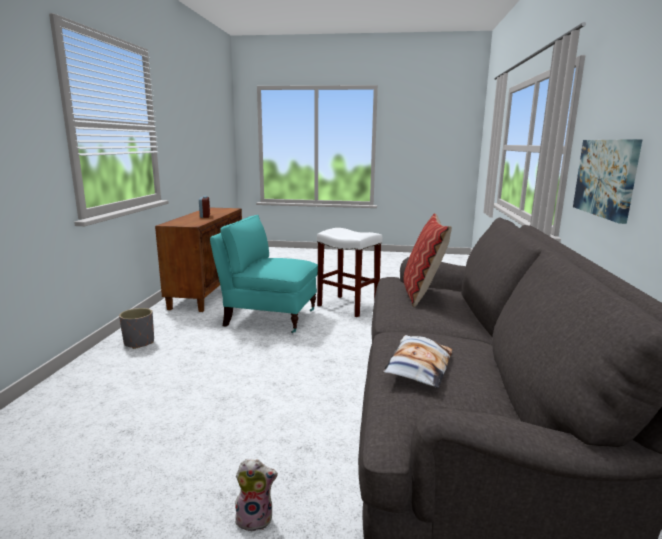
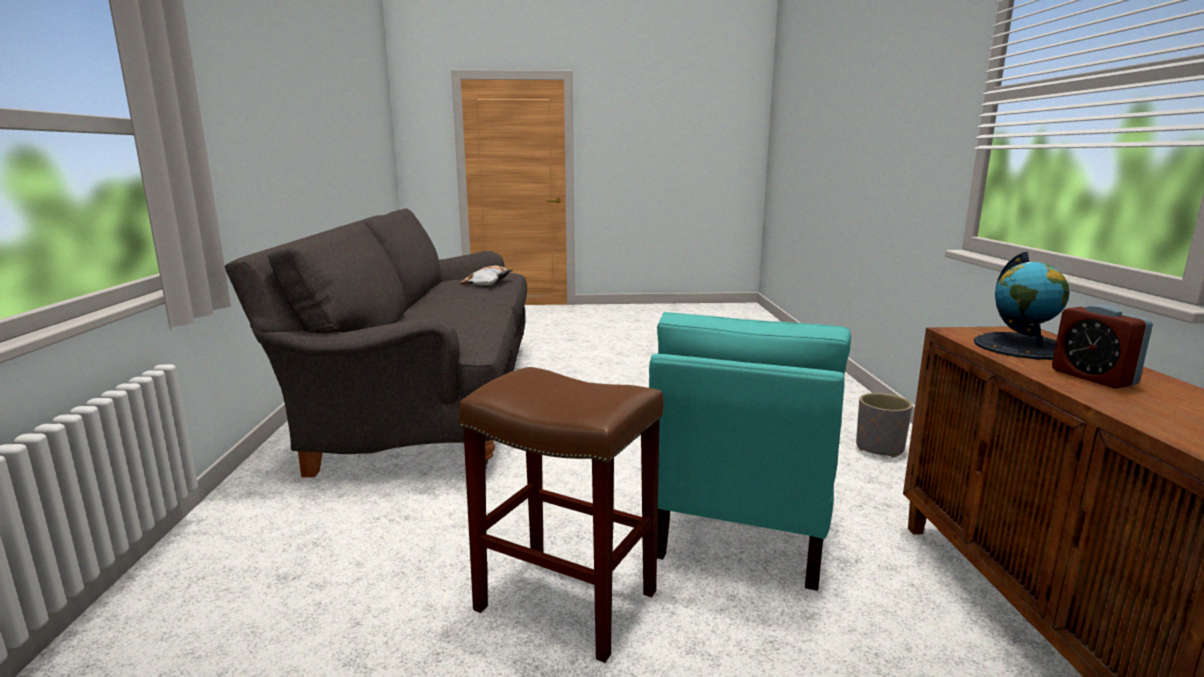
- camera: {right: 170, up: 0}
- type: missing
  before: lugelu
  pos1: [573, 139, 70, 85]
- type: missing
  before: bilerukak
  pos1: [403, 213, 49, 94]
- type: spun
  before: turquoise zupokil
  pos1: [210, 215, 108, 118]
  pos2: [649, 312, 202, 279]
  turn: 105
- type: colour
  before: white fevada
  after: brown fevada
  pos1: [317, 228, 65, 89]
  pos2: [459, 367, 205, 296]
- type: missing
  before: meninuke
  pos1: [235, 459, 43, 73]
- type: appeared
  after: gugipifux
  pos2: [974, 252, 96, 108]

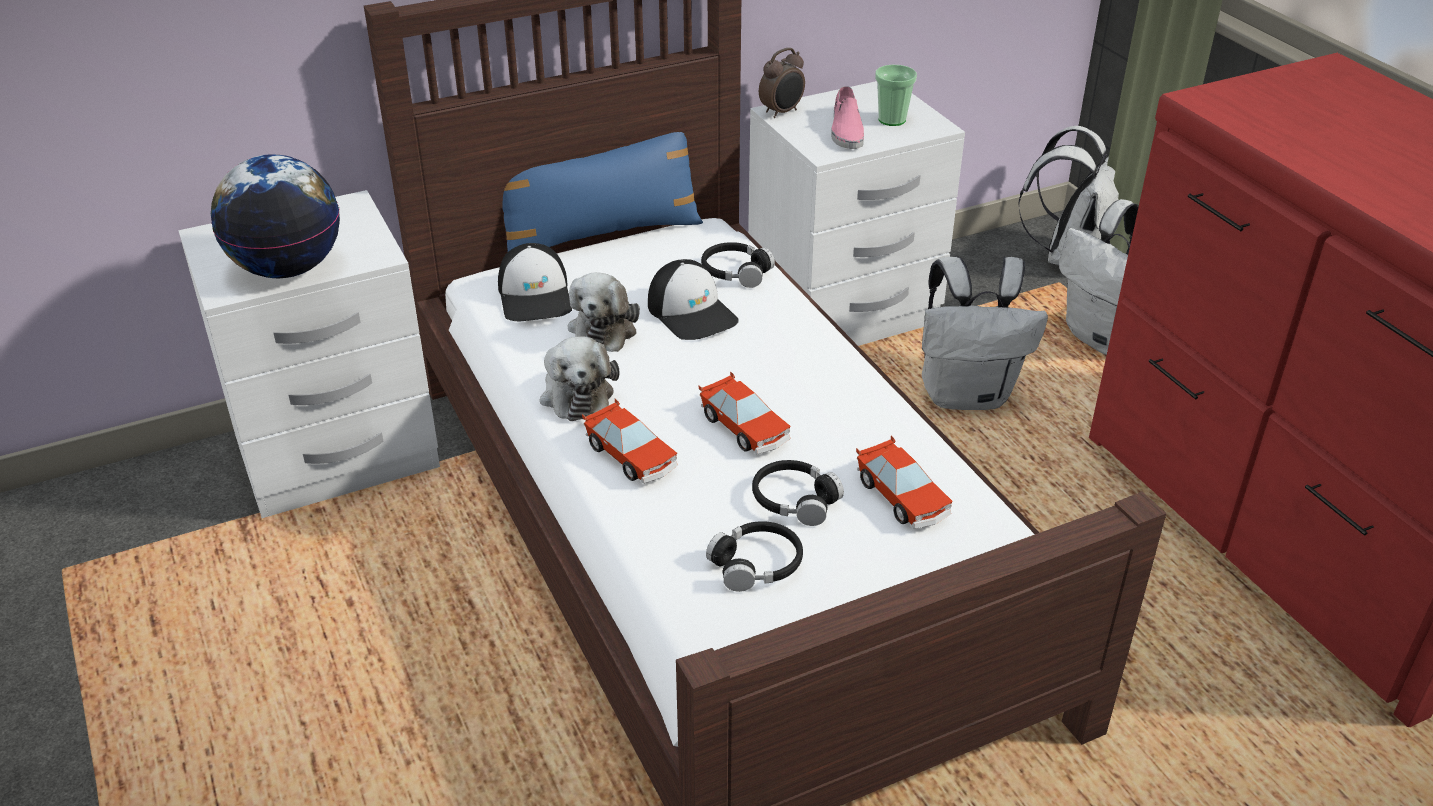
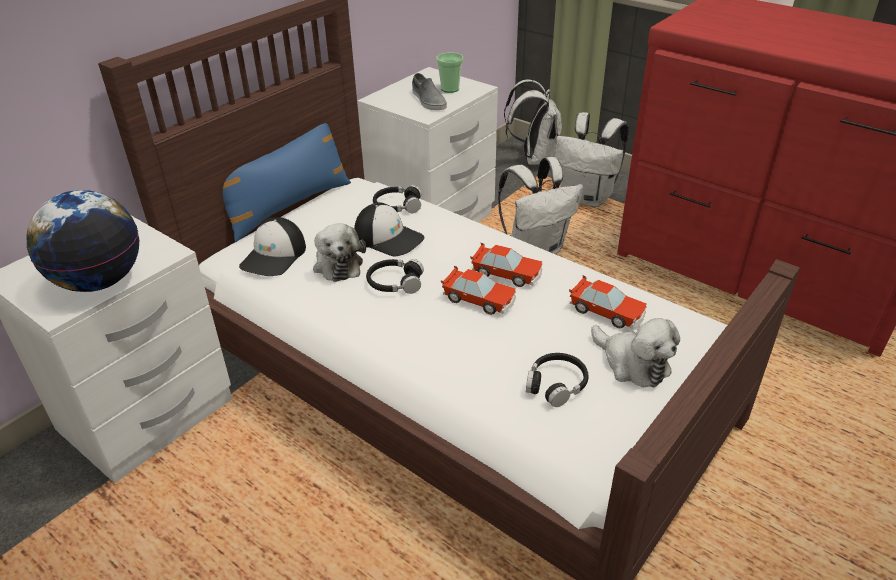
- camera: {right: -25, up: 0}
- type: missing
  before: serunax
  pos1: [759, 48, 46, 70]
- type: colour
  before: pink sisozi
  after: grey sisozi
  pos1: [831, 86, 33, 63]
  pos2: [412, 73, 35, 37]
- type: spun
  before: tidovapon
  pos1: [498, 243, 74, 78]
  pos2: [239, 217, 67, 59]
  turn: 60
- type: relocated
  before: meninuke
  pos1: [540, 336, 79, 85]
  pos2: [591, 318, 89, 69]
- type: relocated
  before: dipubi
  pos1: [582, 399, 96, 85]
  pos2: [470, 242, 72, 45]
- type: relocated
  before: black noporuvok
  pos1: [752, 460, 92, 66]
  pos2: [366, 259, 58, 35]

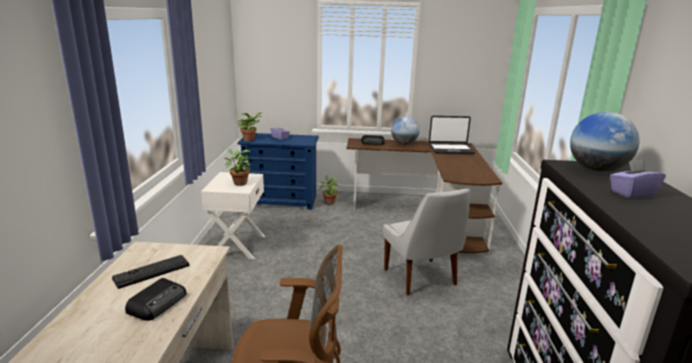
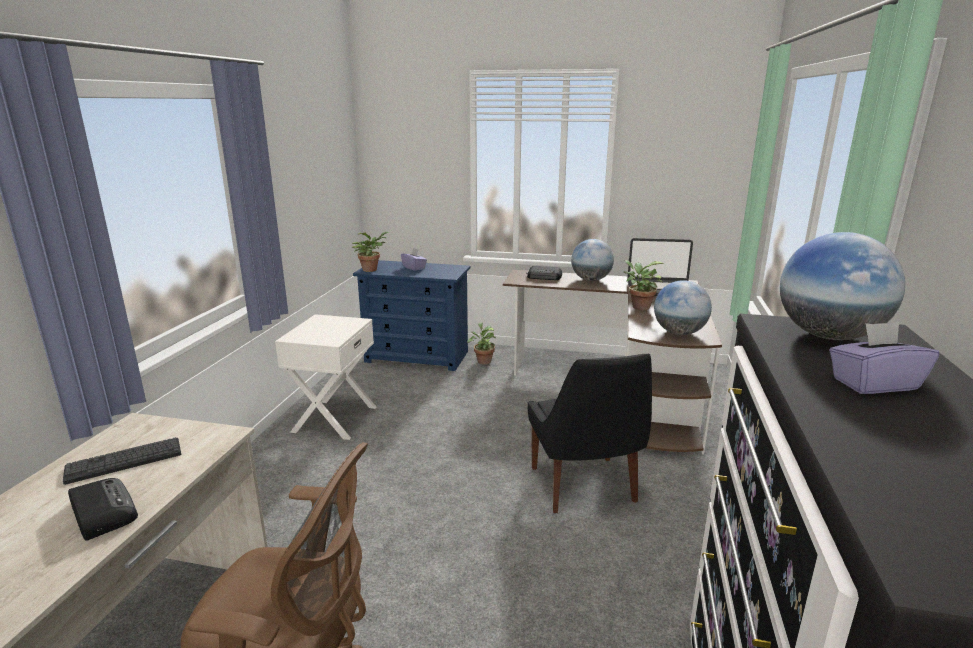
- camera: {right: 10, up: 0}
- type: relocated
  before: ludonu
  pos1: [224, 149, 27, 37]
  pos2: [624, 260, 40, 50]
- type: colour
  before: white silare
  after: black silare
  pos1: [383, 188, 87, 107]
  pos2: [527, 353, 125, 160]
- type: spun
  before: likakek
  pos1: [125, 278, 62, 43]
  pos2: [68, 478, 70, 63]
  turn: -75
- type: appeared
  after: gugipifux
  pos2: [654, 280, 58, 55]

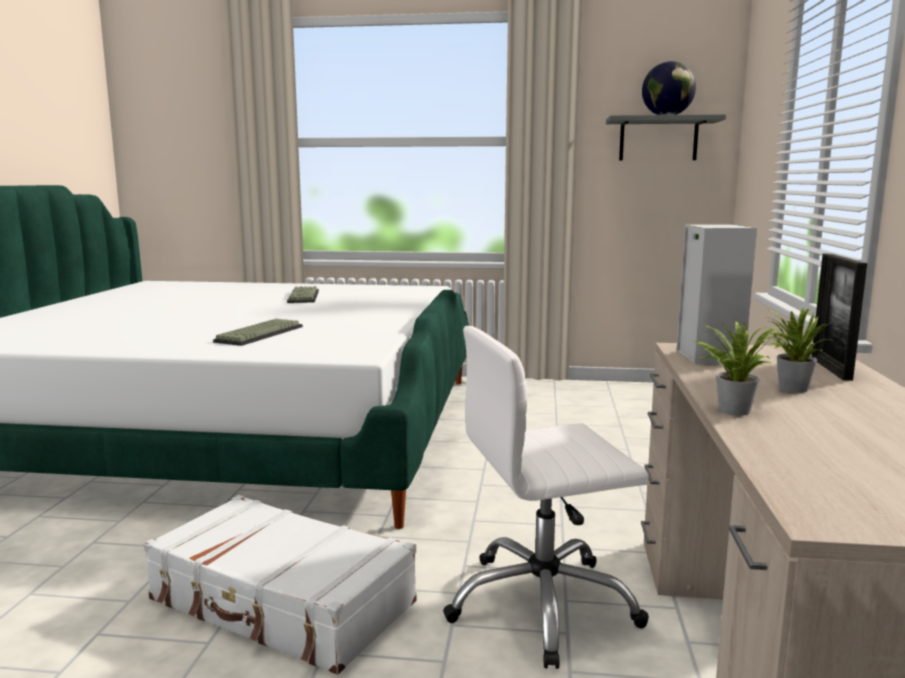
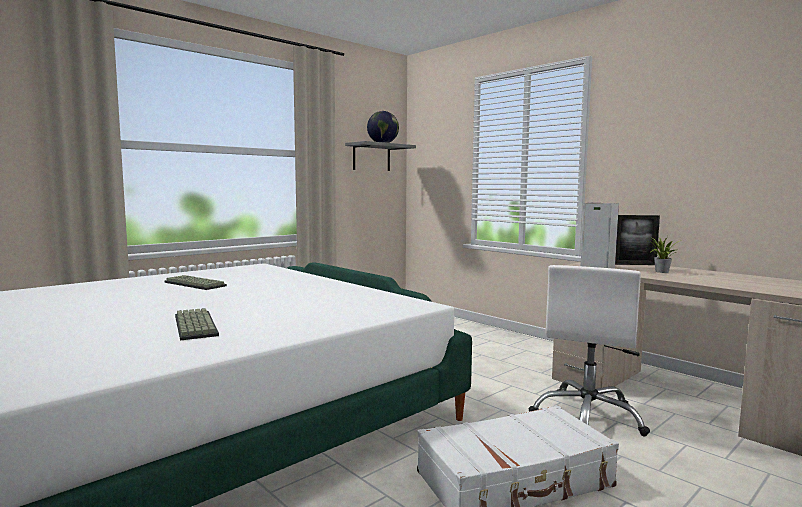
- camera: {right: -50, up: -5}
- type: spun
  before: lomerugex
  pos1: [811, 254, 56, 127]
  pos2: [615, 215, 45, 50]
  turn: -45
- type: relocated
  before: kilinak
  pos1: [213, 319, 90, 27]
  pos2: [175, 308, 44, 32]
- type: missing
  before: ludonu
  pos1: [694, 321, 87, 95]

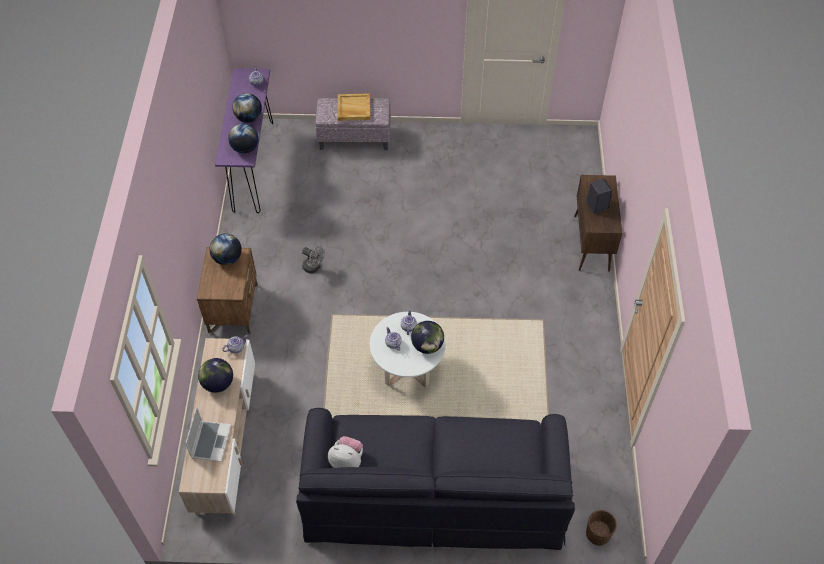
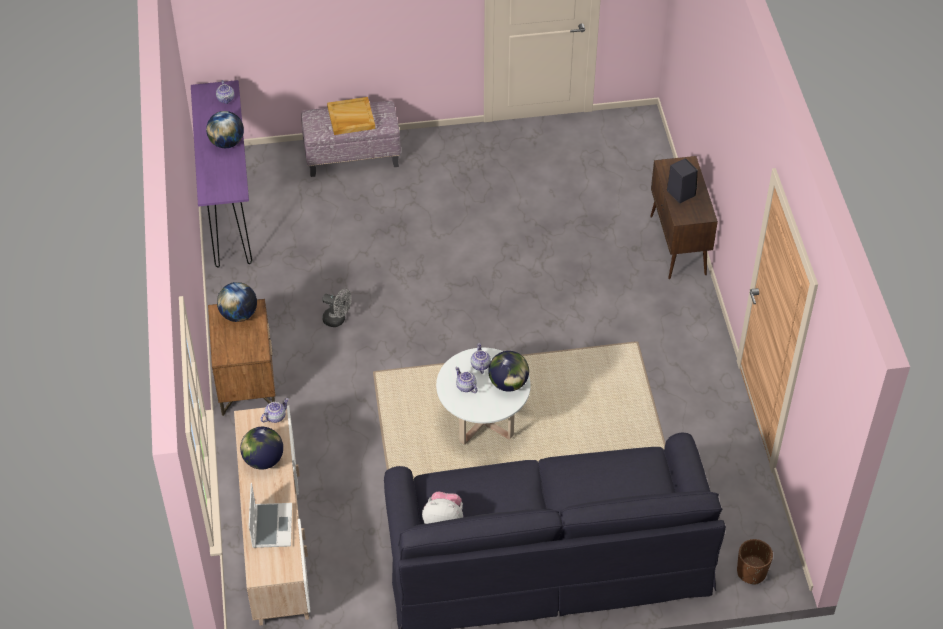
- camera: {right: -10, up: -5}
- type: missing
  before: gugipifux
  pos1: [228, 123, 31, 31]

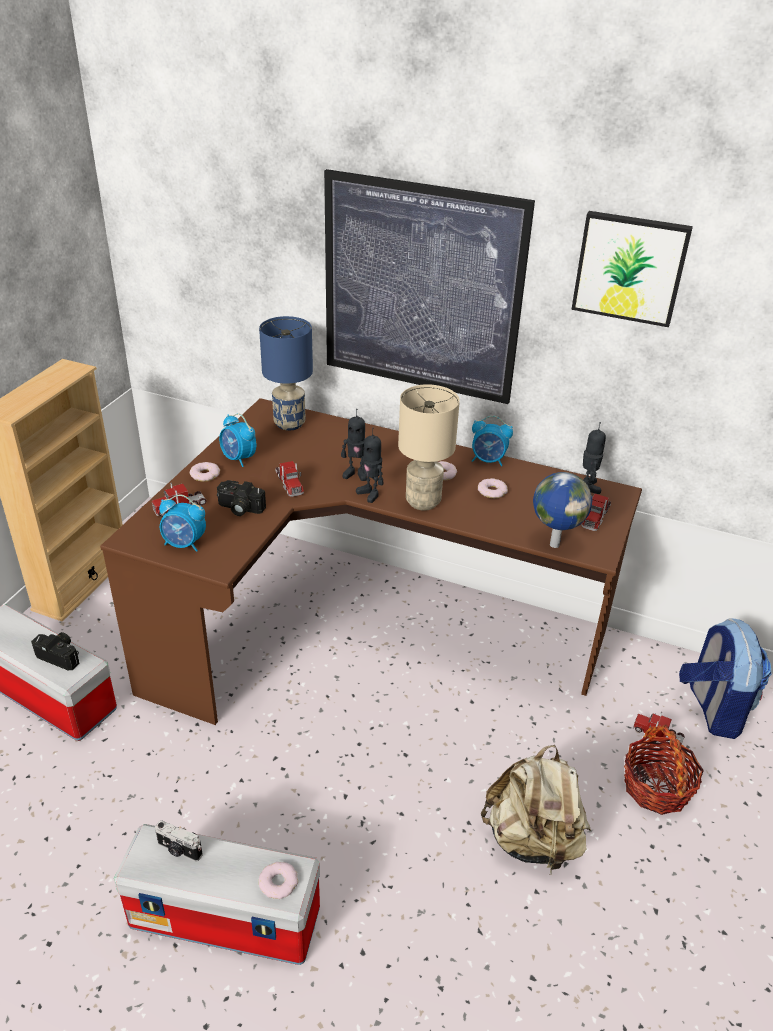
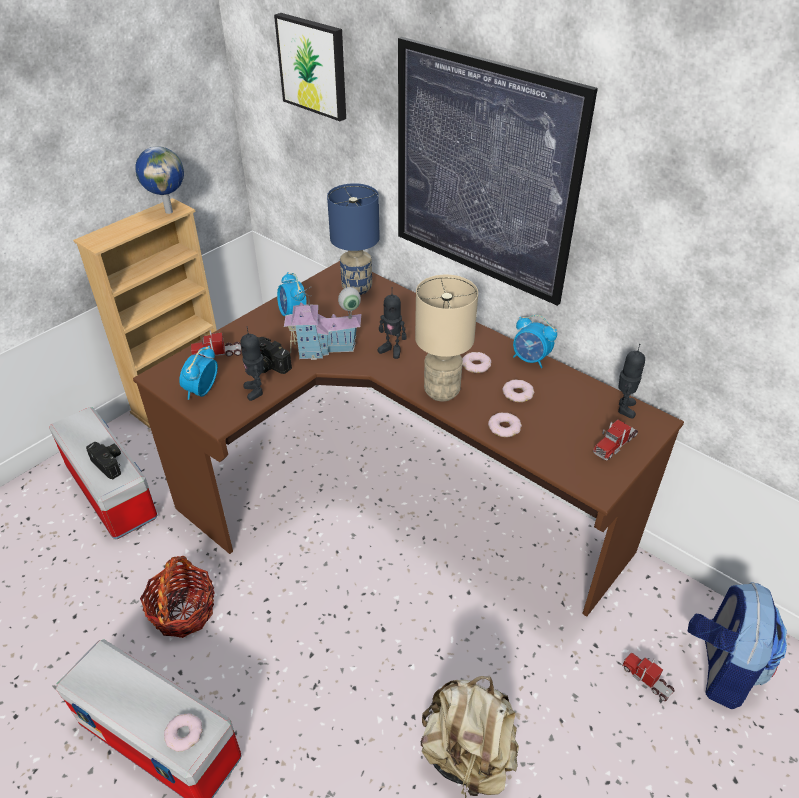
- camera: {right: 20, up: 5}
- type: relocated
  before: lugelu
  pos1: [571, 211, 122, 116]
  pos2: [274, 13, 72, 108]
- type: relocated
  before: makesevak
  pos1: [356, 428, 28, 75]
  pos2: [241, 327, 23, 74]
- type: exchanged
  before: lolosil
  after: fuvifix
  pos1: [275, 461, 29, 36]
  pos2: [284, 287, 77, 73]
- type: relocated
  before: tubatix
  pos1: [190, 462, 30, 19]
  pos2: [488, 413, 34, 24]
- type: relocated
  before: gugipifux
  pos1: [533, 472, 59, 76]
  pos2: [135, 146, 49, 68]
- type: spun
  before: serunax
  pos1: [159, 494, 47, 58]
  pos2: [179, 346, 39, 54]
  turn: 75
- type: relocated
  before: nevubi
  pos1: [624, 725, 80, 90]
  pos2: [140, 556, 75, 82]
- type: missing
  before: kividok
  pos1: [155, 820, 48, 42]

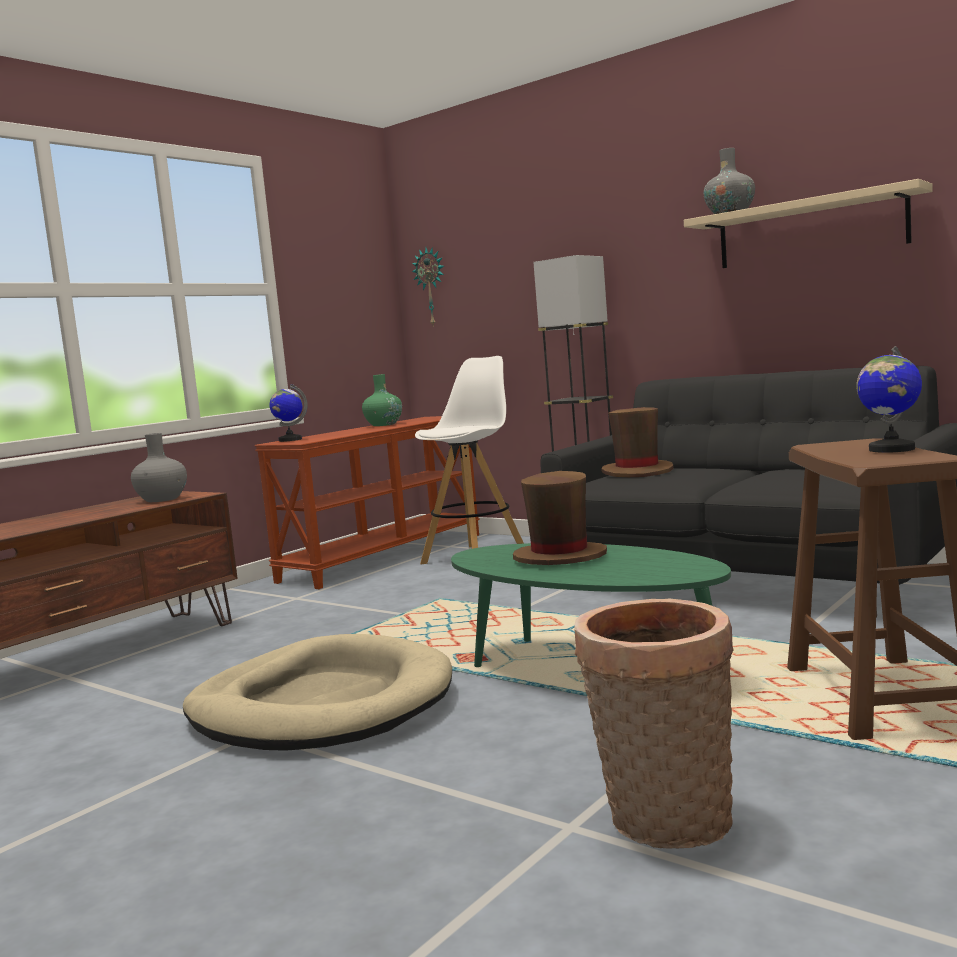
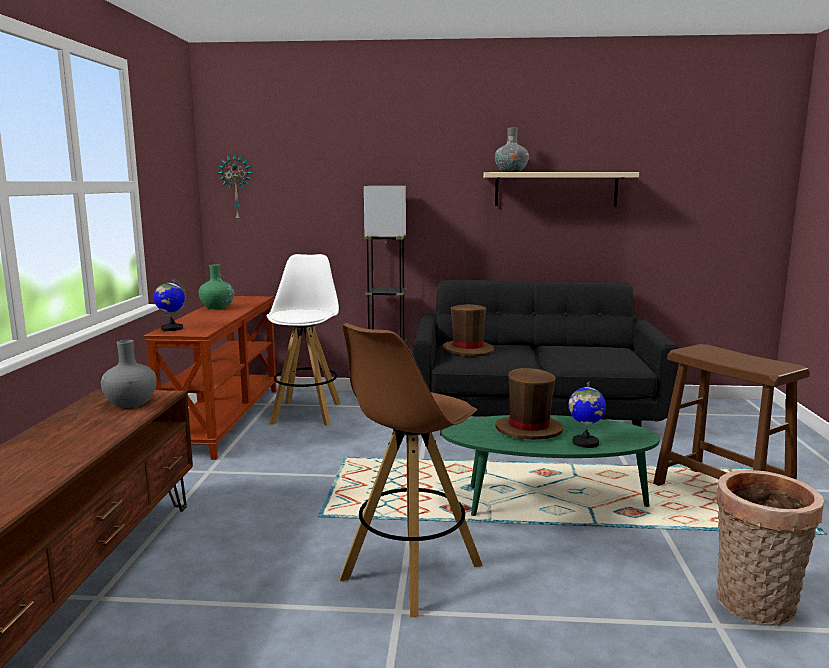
- camera: {right: -35, up: 5}
- type: relocated
  before: gugipifux
  pos1: [856, 346, 66, 107]
  pos2: [568, 381, 38, 67]
- type: exchanged
  before: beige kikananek
  after: brown fevada
  pos1: [183, 634, 269, 117]
  pos2: [340, 323, 143, 294]

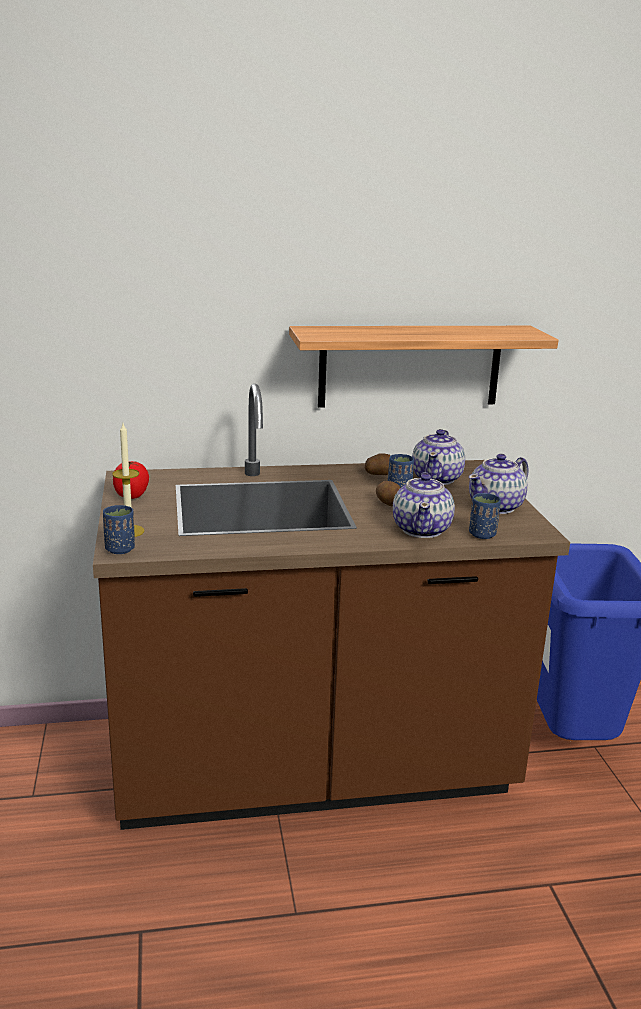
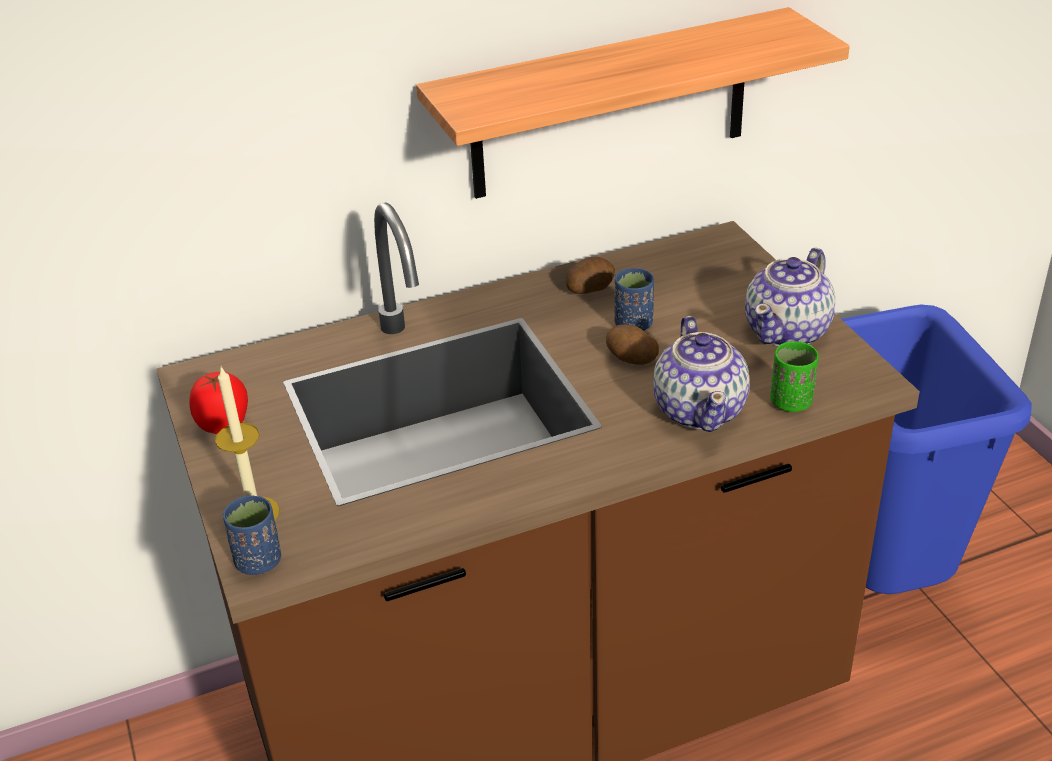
- camera: {right: -10, up: 15}
- type: missing
  before: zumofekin
  pos1: [412, 429, 53, 56]
- type: colour
  before: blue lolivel
  after: green lolivel
  pos1: [469, 493, 32, 46]
  pos2: [770, 341, 49, 71]

